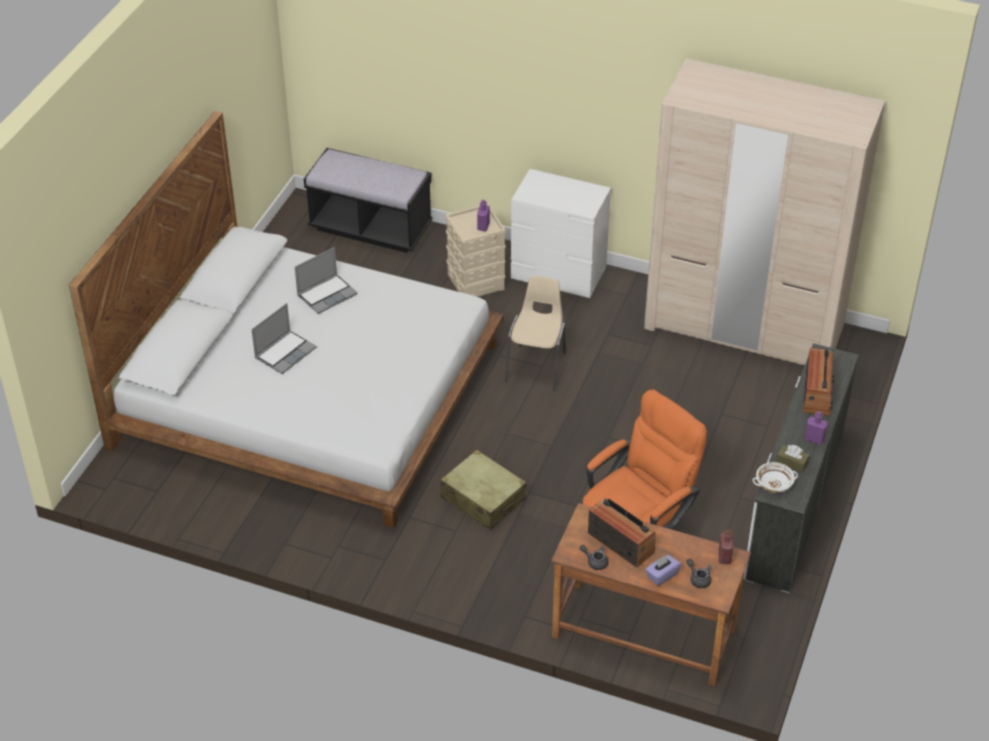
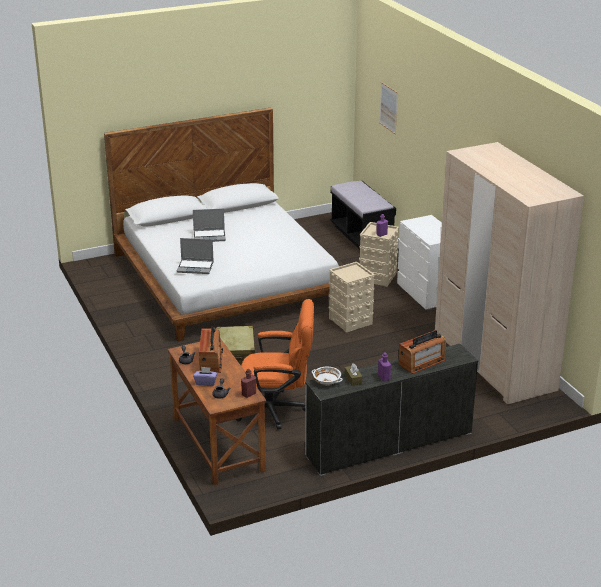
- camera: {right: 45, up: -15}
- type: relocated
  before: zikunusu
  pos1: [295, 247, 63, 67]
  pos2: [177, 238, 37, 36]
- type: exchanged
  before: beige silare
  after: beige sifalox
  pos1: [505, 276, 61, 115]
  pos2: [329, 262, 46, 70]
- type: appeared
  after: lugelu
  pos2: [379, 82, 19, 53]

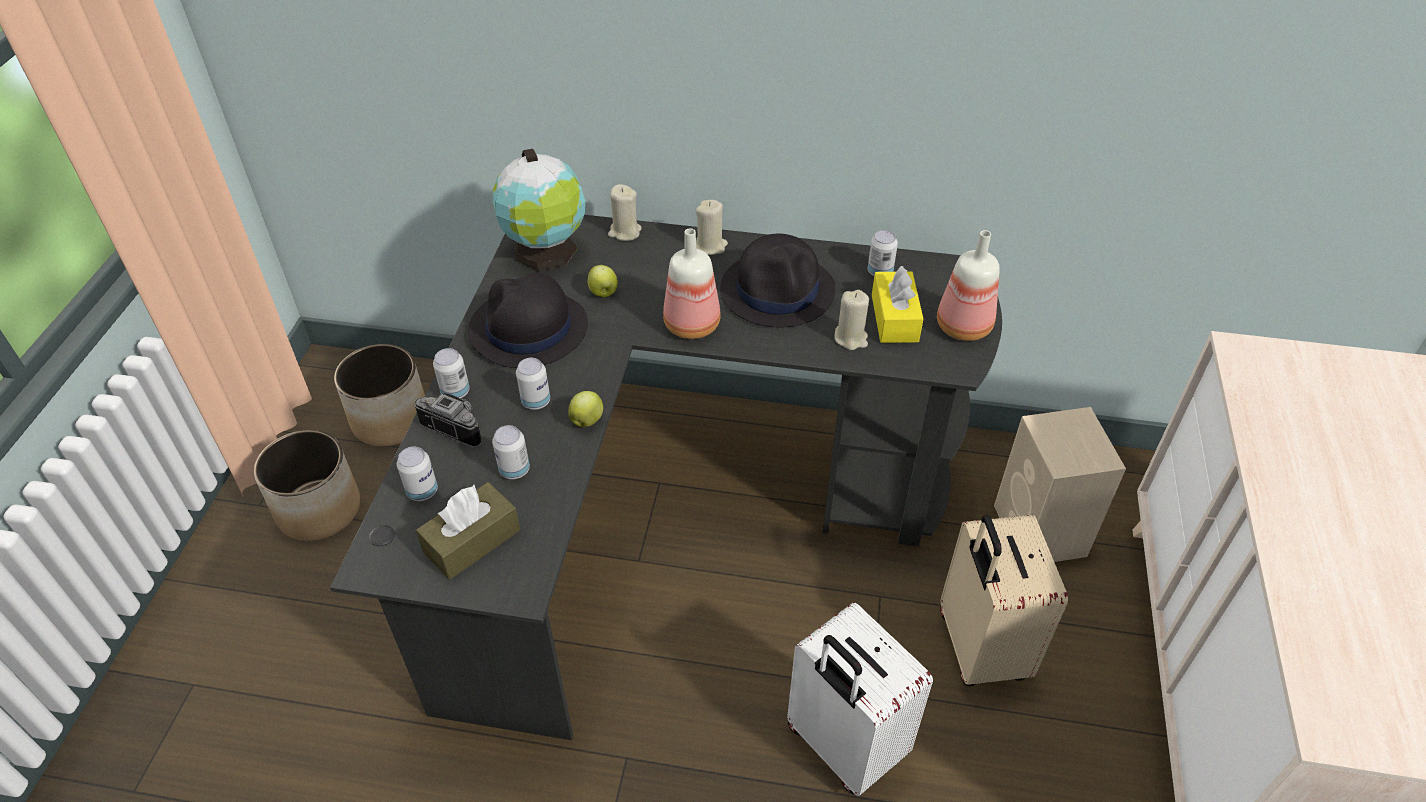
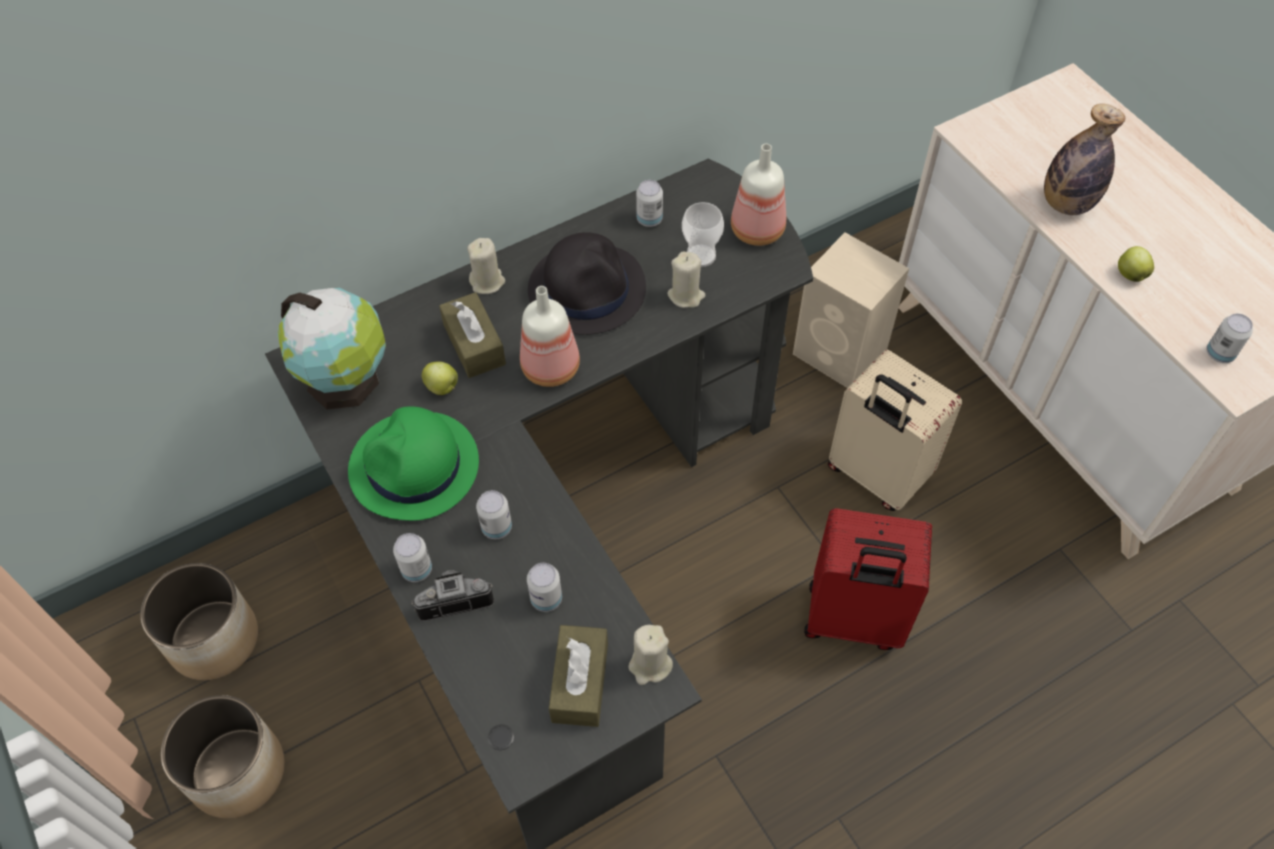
- camera: {right: -40, up: 10}
- type: relocated
  before: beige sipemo
  pos1: [608, 184, 34, 57]
  pos2: [628, 625, 45, 60]
- type: exchanged
  before: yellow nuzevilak
  after: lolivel
  pos1: [872, 266, 51, 77]
  pos2: [682, 202, 42, 65]
- type: colour
  before: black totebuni
  after: green totebuni
  pos1: [468, 272, 120, 96]
  pos2: [348, 406, 131, 115]
- type: relocated
  before: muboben
  pos1: [568, 391, 35, 36]
  pos2: [1118, 246, 36, 36]
- type: relocated
  before: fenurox
  pos1: [397, 447, 41, 54]
  pos2: [1206, 314, 47, 49]
- type: colour
  before: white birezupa
  after: red birezupa
  pos1: [787, 602, 146, 194]
  pos2: [804, 508, 128, 142]
- type: appeared
  after: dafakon
  pos2: [1044, 104, 81, 111]
- type: appeared
  after: brown nuzevilak
  pos2: [439, 292, 67, 86]

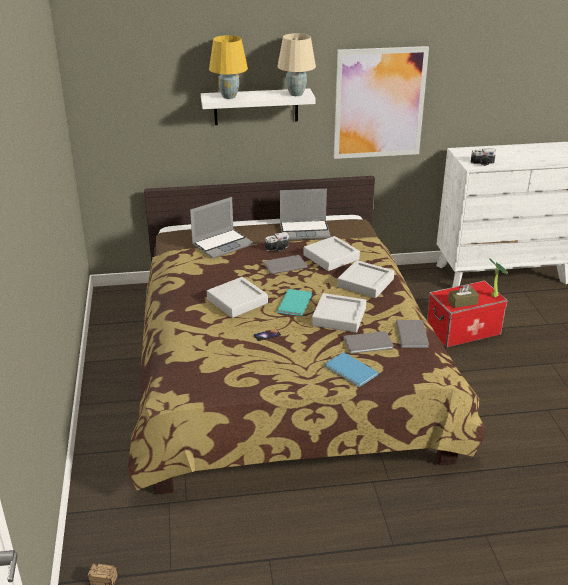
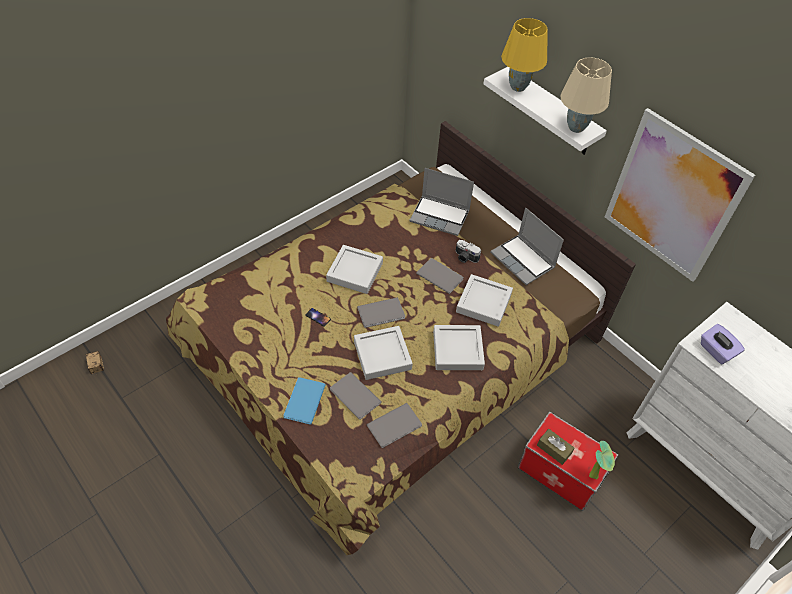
- camera: {right: 55, up: 20}
- type: exchanged
  before: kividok
  after: purple nuzevilak
  pos1: [471, 148, 25, 18]
  pos2: [701, 324, 44, 40]
- type: colour
  before: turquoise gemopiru
  after: grey gemopiru
  pos1: [277, 289, 35, 27]
  pos2: [357, 297, 48, 31]

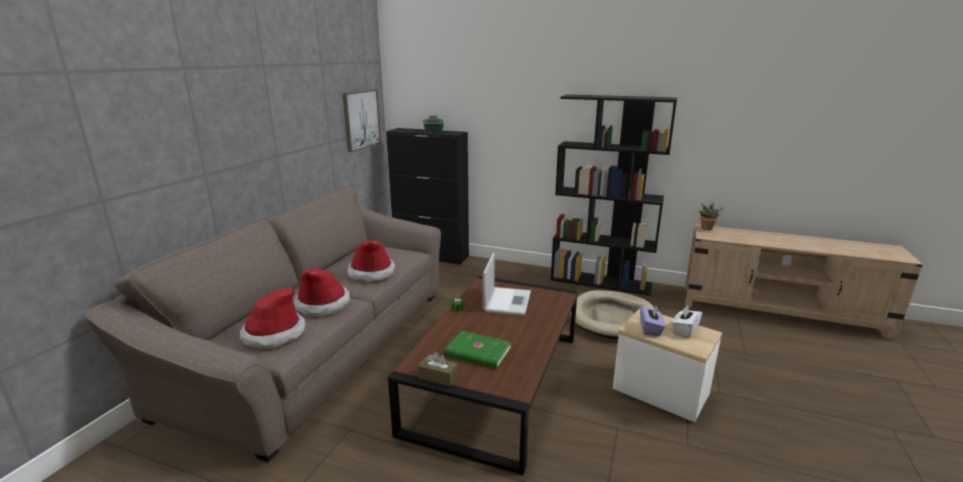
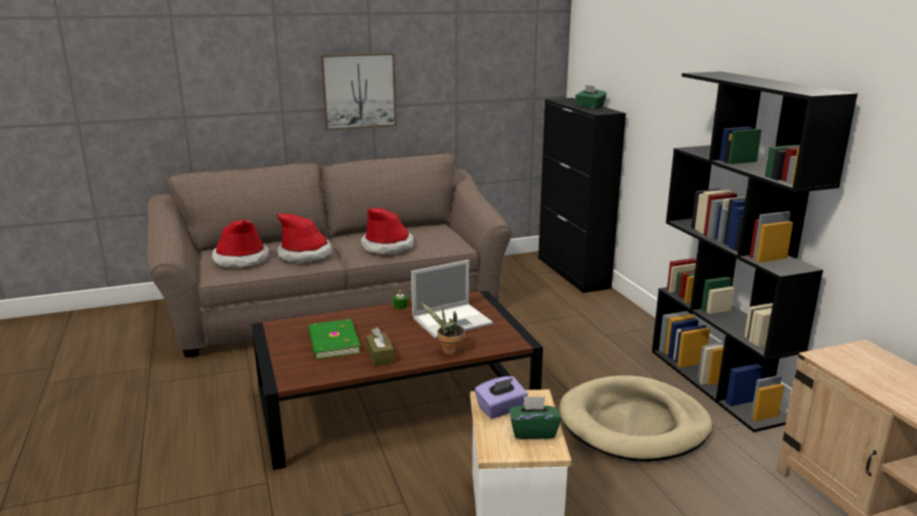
- camera: {right: 50, up: 0}
- type: relocated
  before: lugelu
  pos1: [342, 89, 39, 63]
  pos2: [321, 53, 76, 77]
- type: relocated
  before: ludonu
  pos1: [699, 202, 26, 28]
  pos2: [420, 302, 45, 53]
- type: colour
  before: white nuzevilak
  after: green nuzevilak
  pos1: [672, 305, 30, 33]
  pos2: [509, 396, 52, 43]
- type: relocated
  before: brown nuzevilak
  pos1: [418, 352, 40, 34]
  pos2: [366, 327, 28, 40]

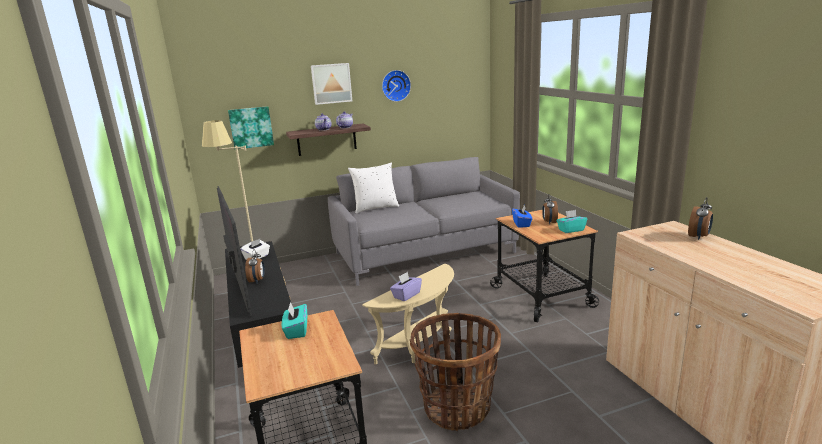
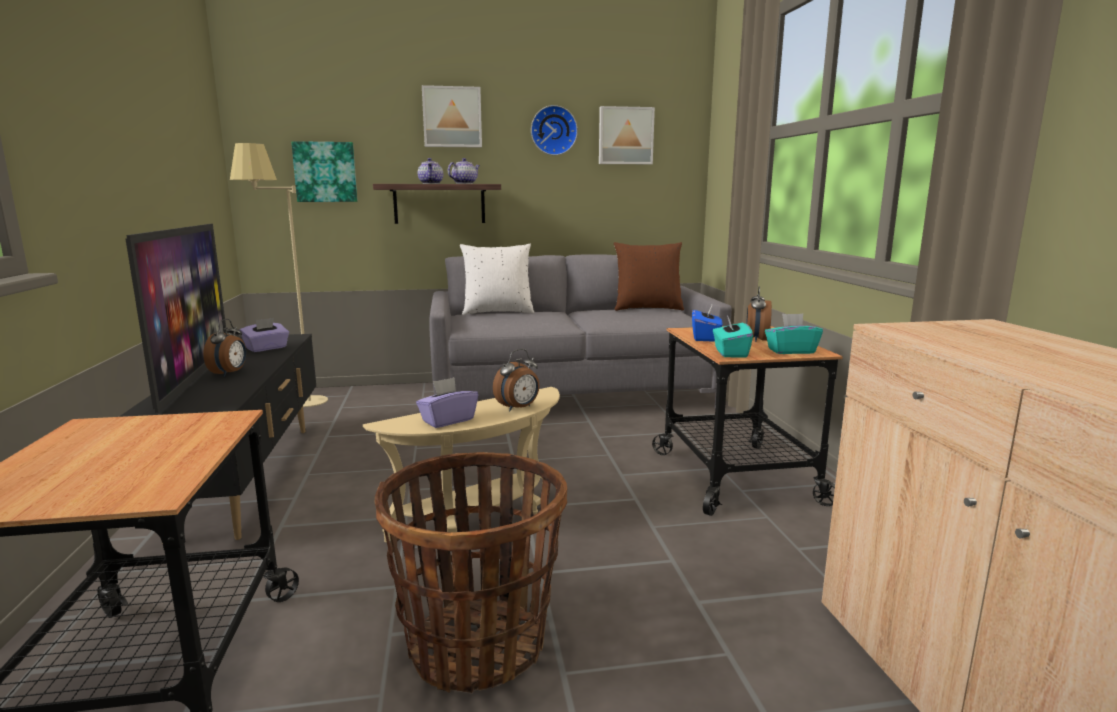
- camera: {right: 10, up: -5}
- type: relocated
  before: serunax
  pos1: [688, 197, 25, 43]
  pos2: [493, 349, 46, 62]
- type: colour
  before: white nuzevilak
  after: purple nuzevilak
  pos1: [241, 239, 29, 21]
  pos2: [240, 318, 49, 34]
- type: relocated
  before: turquoise nuzevilak
  pos1: [282, 302, 25, 37]
  pos2: [713, 316, 40, 42]
- type: appeared
  after: lugelu
  pos2: [599, 106, 56, 58]
- type: appeared
  after: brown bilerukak
  pos2: [613, 242, 71, 69]

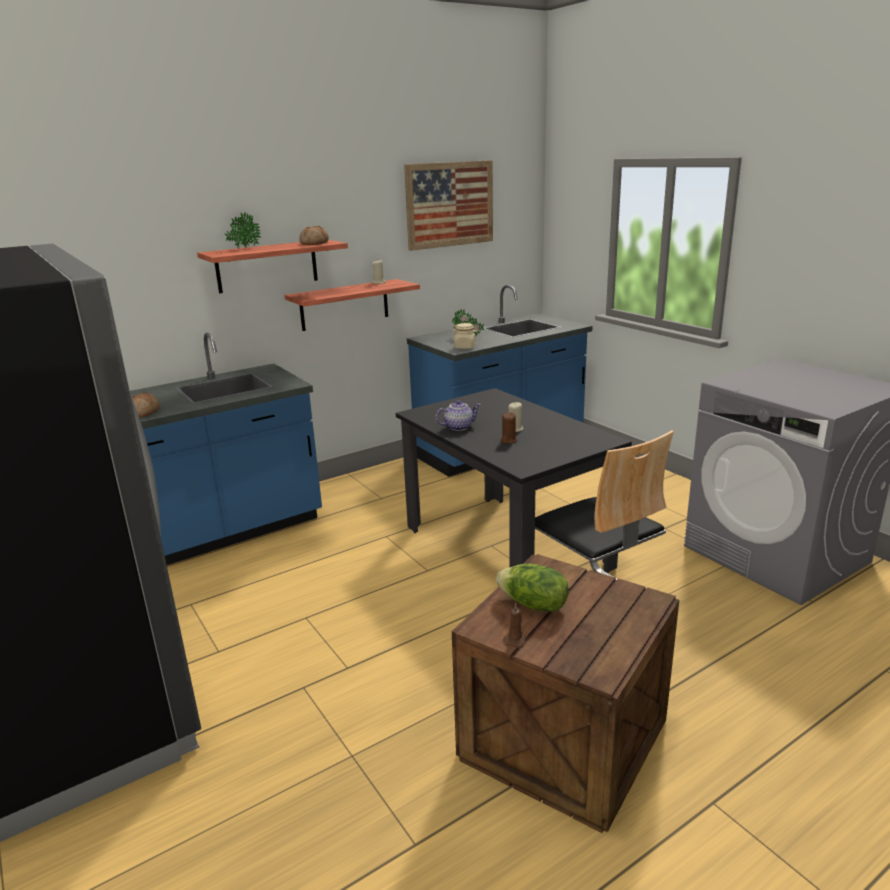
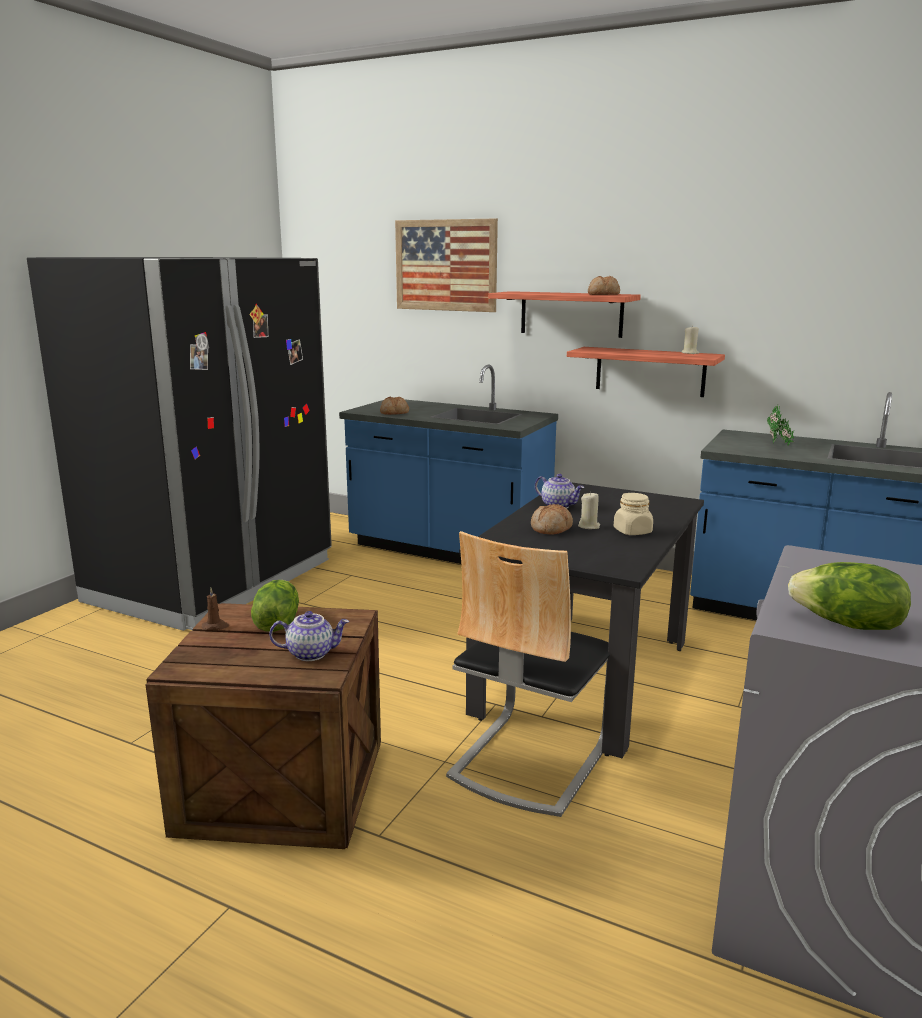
- camera: {right: 60, up: -5}
- type: relocated
  before: lugelu
  pos1: [404, 160, 89, 91]
  pos2: [395, 218, 103, 94]
- type: missing
  before: ludonu
  pos1: [225, 213, 36, 36]
- type: relocated
  before: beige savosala
  pos1: [452, 323, 26, 26]
  pos2: [614, 493, 39, 42]
- type: exchanged
  before: brown sipemo
  after: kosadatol
  pos1: [500, 412, 17, 32]
  pos2: [531, 504, 42, 31]
- type: appeared
  after: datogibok
  pos2: [788, 562, 123, 68]
- type: appeared
  after: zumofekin
  pos2: [269, 611, 80, 50]

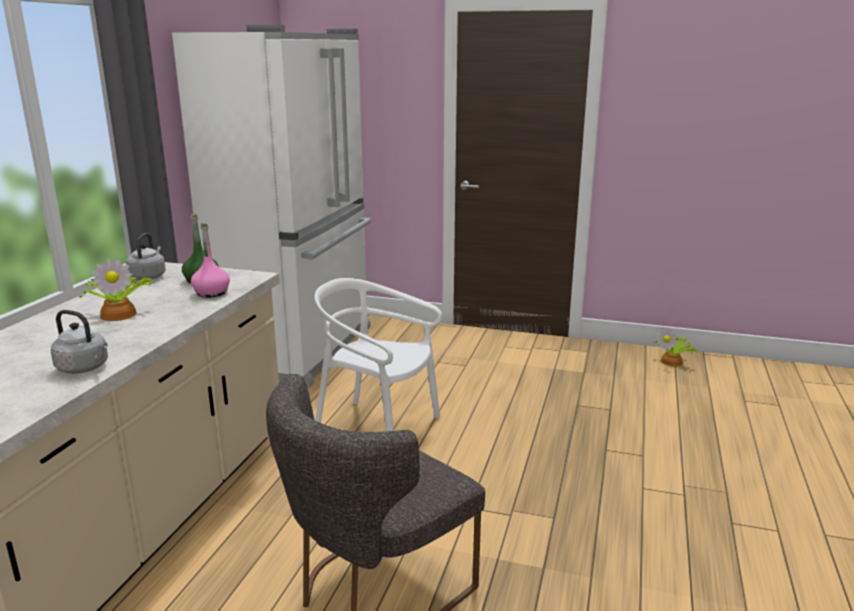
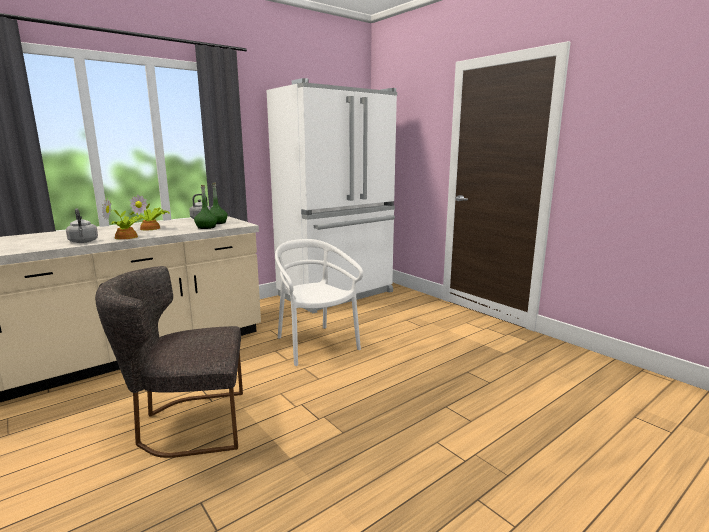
- camera: {right: 35, up: -5}
- type: colour
  before: pink dafakon
  after: green dafakon
  pos1: [191, 223, 39, 74]
  pos2: [194, 185, 24, 44]
- type: relocated
  before: ludonu
  pos1: [653, 328, 45, 38]
  pos2: [102, 198, 45, 41]

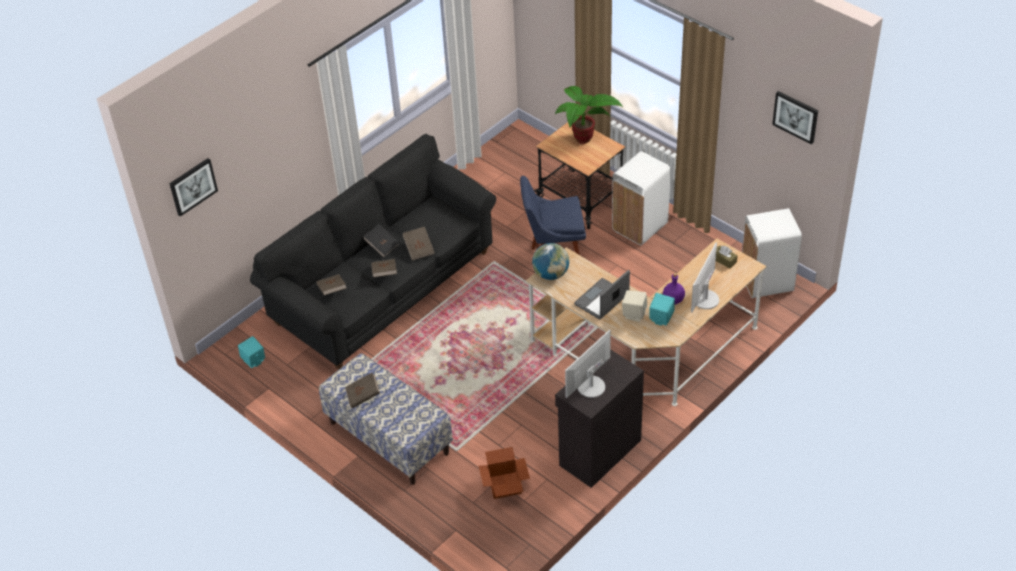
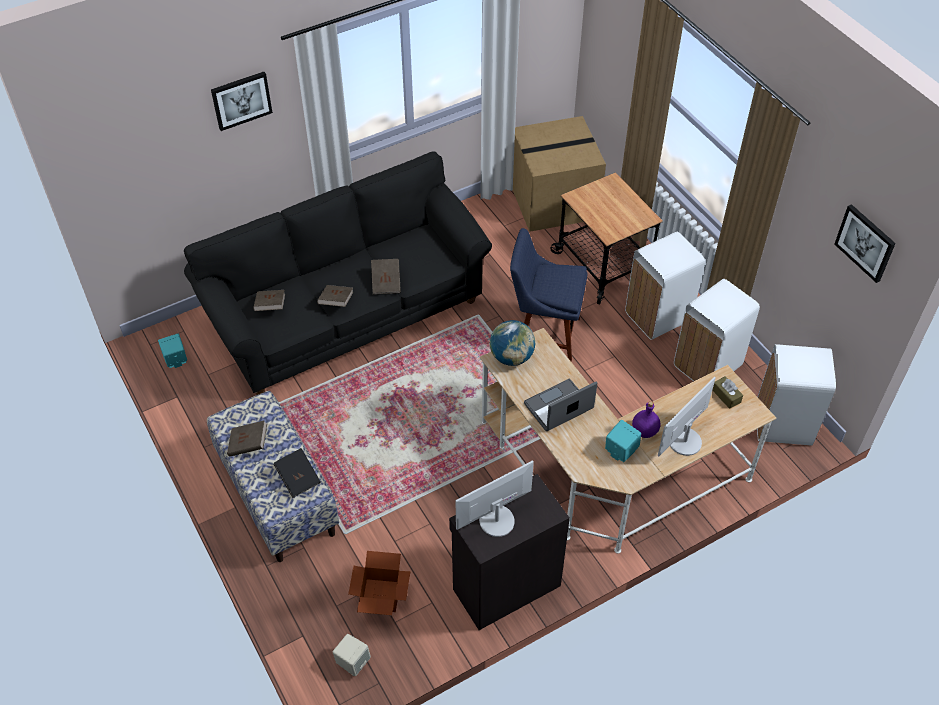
- camera: {right: 15, up: 5}
- type: missing
  before: ludonu
  pos1: [555, 86, 68, 58]
- type: relocated
  before: lugelu
  pos1: [169, 158, 49, 59]
  pos2: [211, 72, 62, 59]
- type: relocated
  before: black gemopiru
  pos1: [364, 224, 36, 34]
  pos2: [273, 448, 48, 50]
- type: relocated
  before: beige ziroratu
  pos1: [622, 290, 25, 32]
  pos2: [333, 634, 38, 42]
- type: appeared
  after: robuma
  pos2: [513, 116, 93, 116]
- type: appeared
  after: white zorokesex
  pos2: [674, 279, 86, 103]

